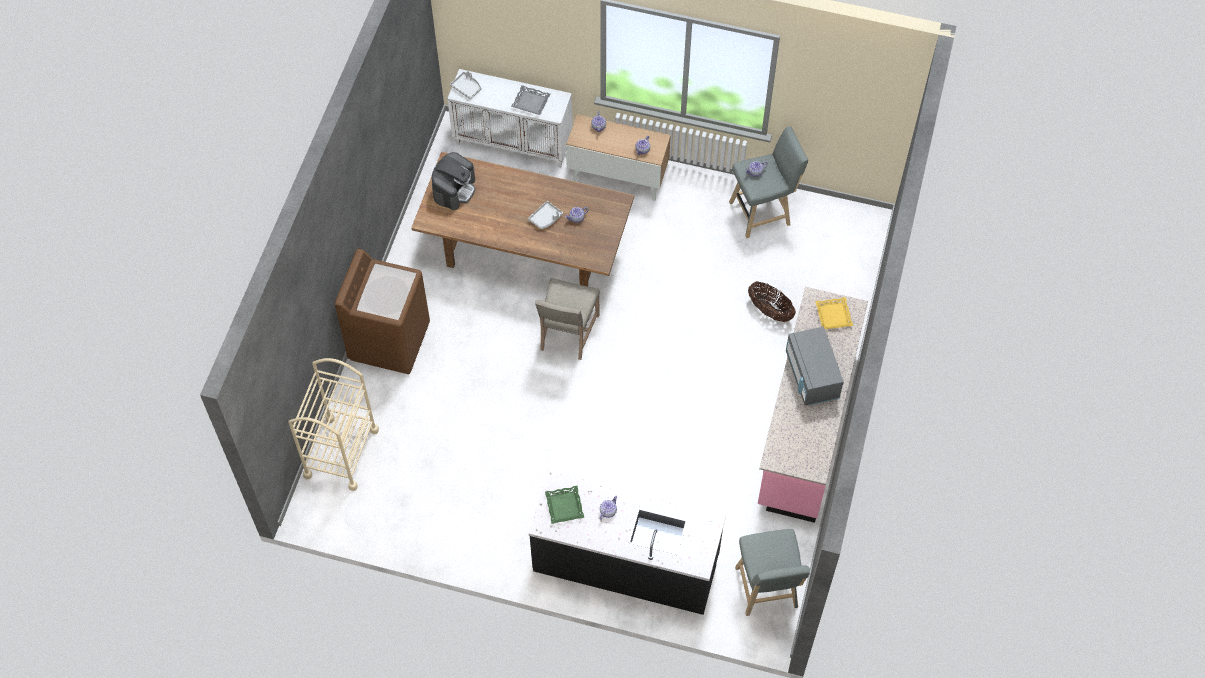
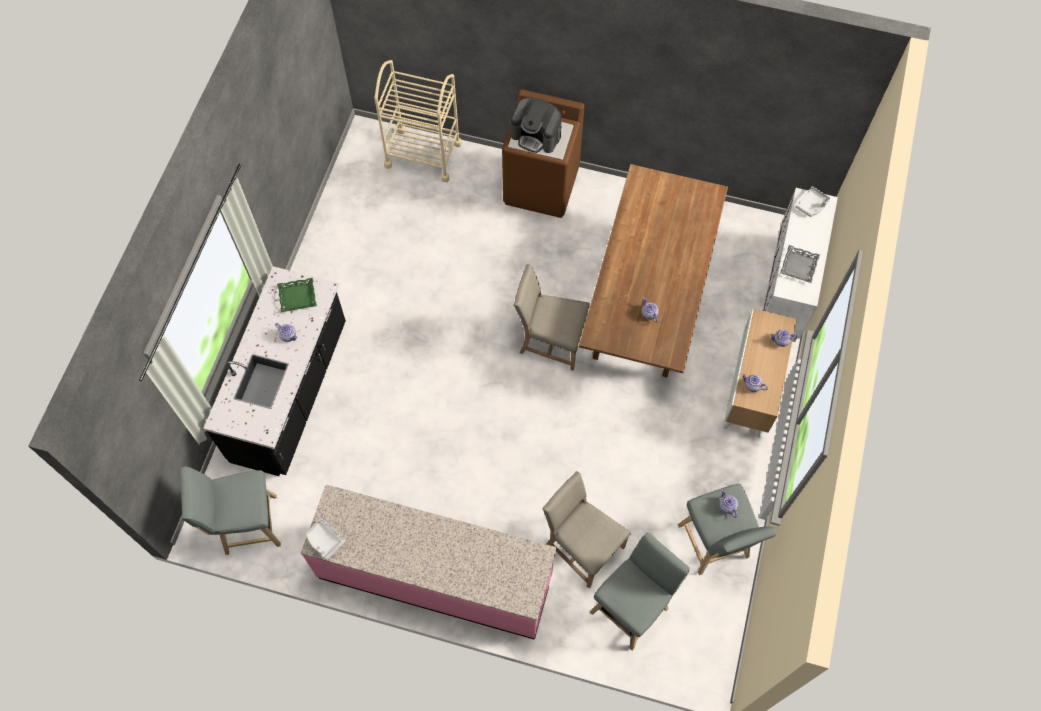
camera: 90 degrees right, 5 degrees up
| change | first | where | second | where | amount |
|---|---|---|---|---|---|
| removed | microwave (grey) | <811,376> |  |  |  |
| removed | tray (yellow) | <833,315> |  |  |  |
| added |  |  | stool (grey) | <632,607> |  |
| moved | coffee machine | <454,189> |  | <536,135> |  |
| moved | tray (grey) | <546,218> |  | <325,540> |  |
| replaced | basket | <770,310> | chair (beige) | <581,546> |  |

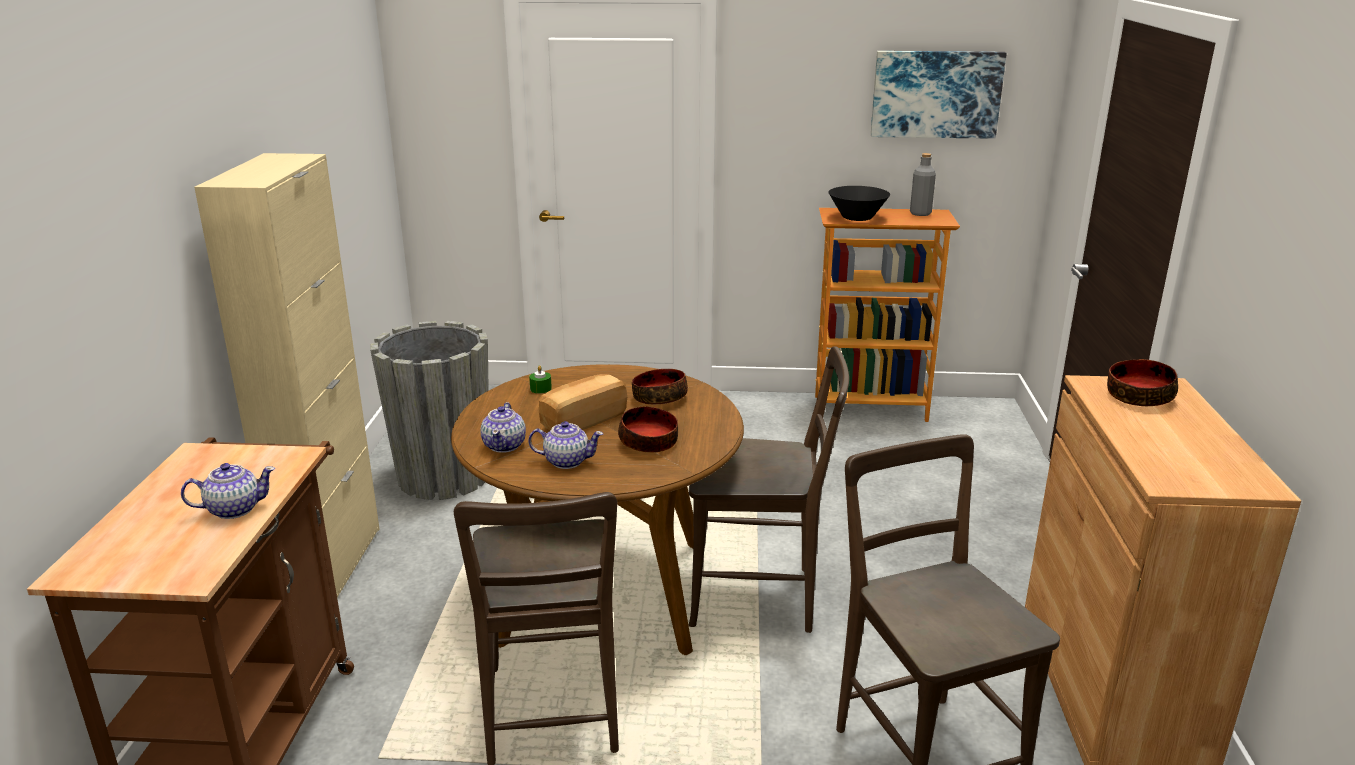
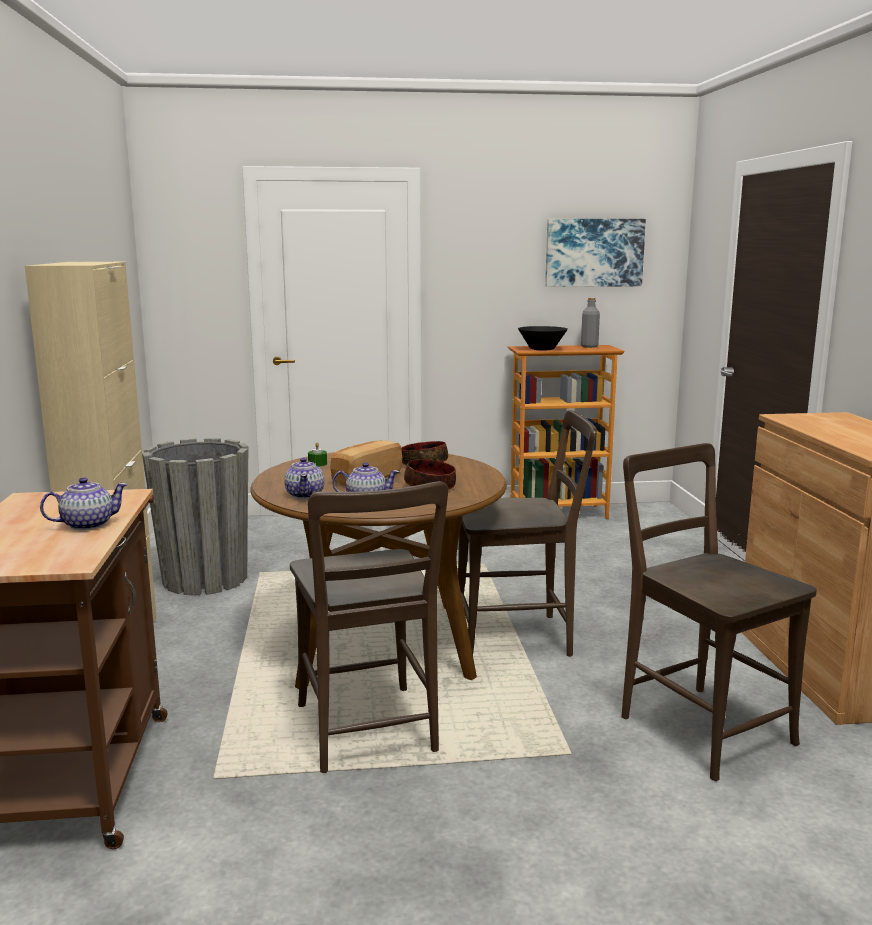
camera: 10 degrees left, 10 degrees down
| change | first | where | second | where | amount |
|---|---|---|---|---|---|
| removed | bowl | <1138,396> |  |  |  |

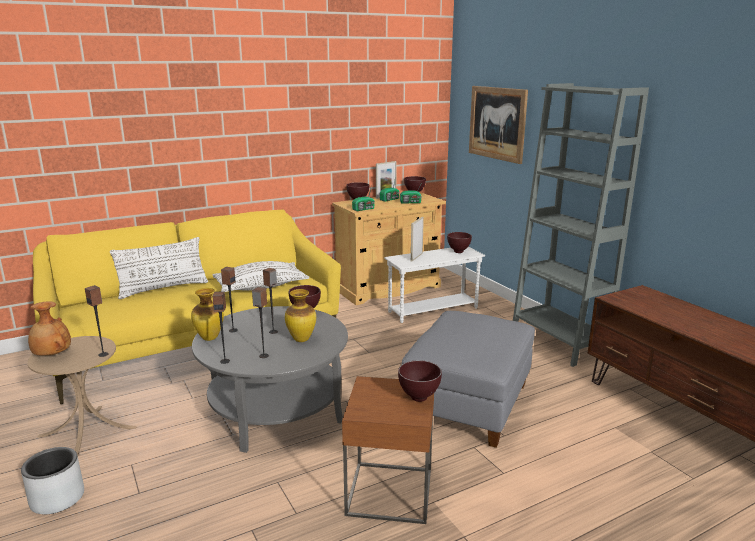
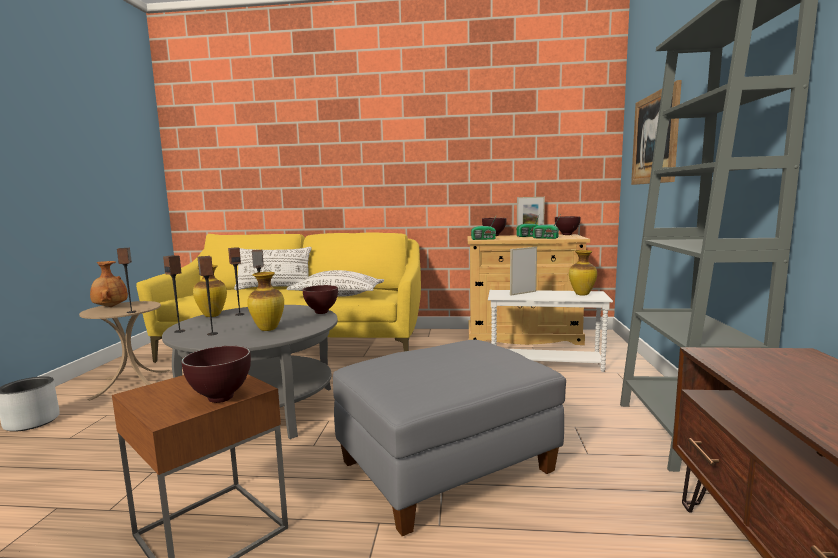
camera: 35 degrees right, 10 degrees down
| change | first | where | second | where | amount |
|---|---|---|---|---|---|
| replaced | bowl (brown) | <458,252> | vase | <581,294> |  |

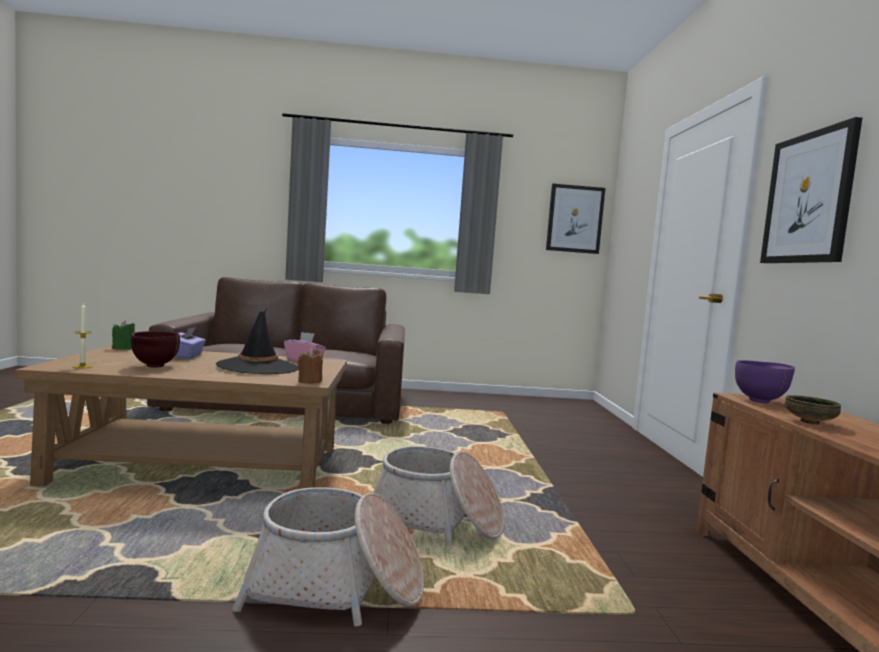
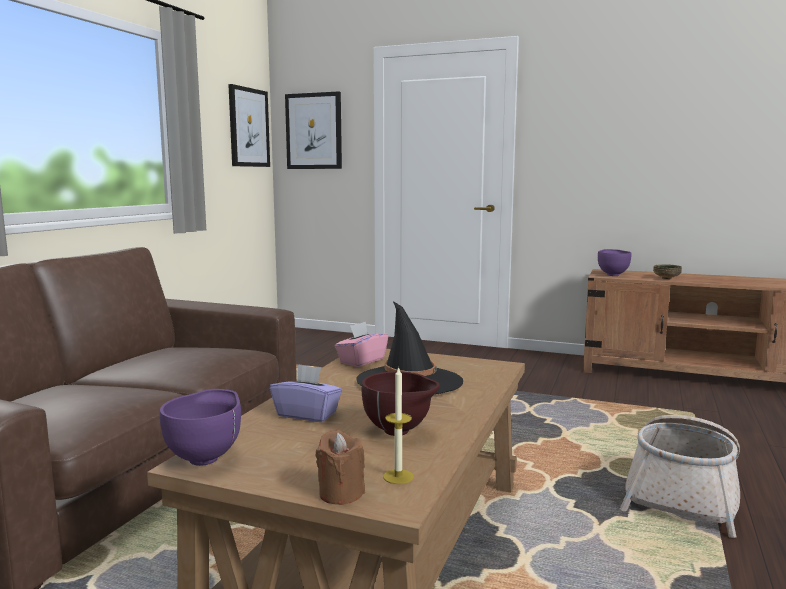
camera: 65 degrees left, 5 degrees up
| change | first | where | second | where | amount |
|---|---|---|---|---|---|
| removed | basket | <436,521> |  |  |  |
| moved | candle (brown) | <309,381> |  | <341,493> |  |
| moved | picture | <808,198> |  | <314,131> |  |
| replaced | candle (green) | <123,348> | bowl (purple) | <206,458> |  |

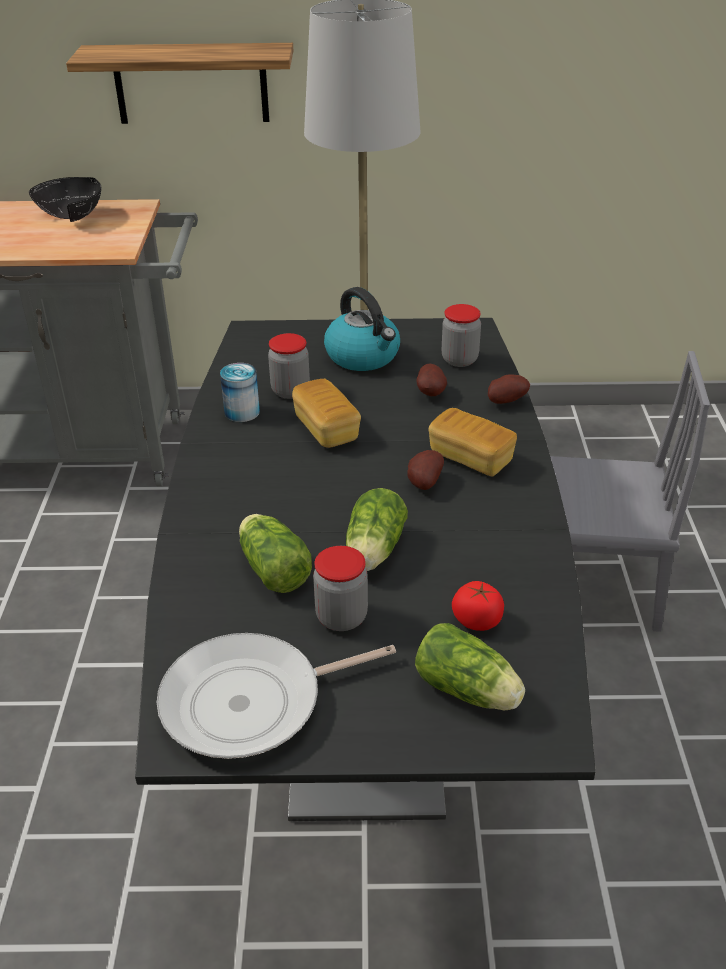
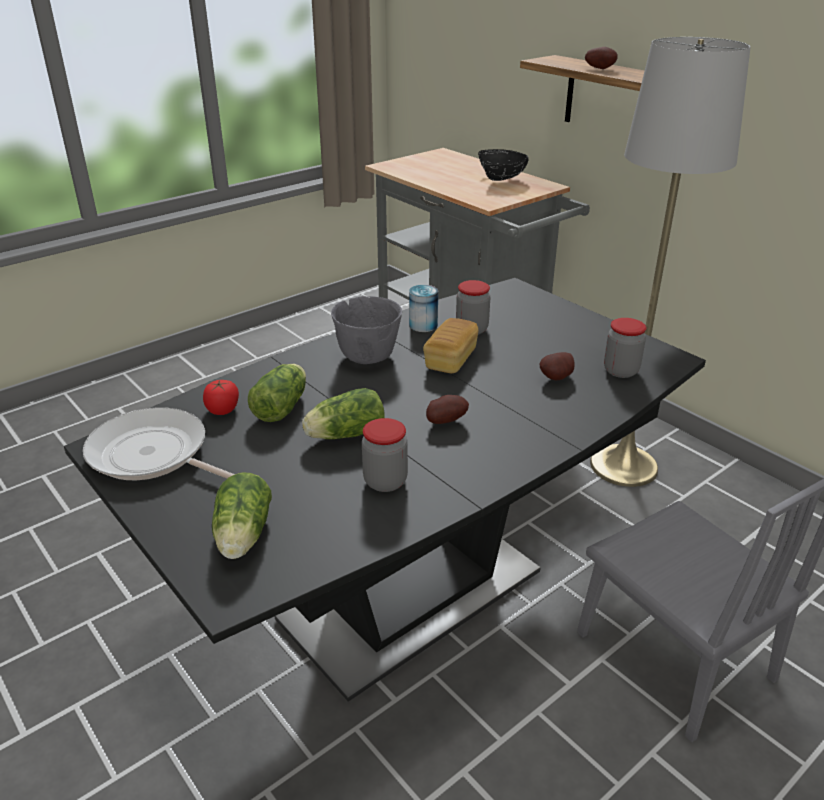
camera: 50 degrees right, 5 degrees down
| change | first | where | second | where | amount |
|---|---|---|---|---|---|
| removed | kettle | <363,356> |  |  |  |
| removed | bread | <471,457> |  |  |  |
| added |  |  | bowl (grey) | <367,356> |  |
| moved | jar | <341,617> |  | <385,481> |  |
| moved | tomato | <477,620> |  | <222,410> |  |
| moved | potato | <505,401> |  | <600,69> |  |

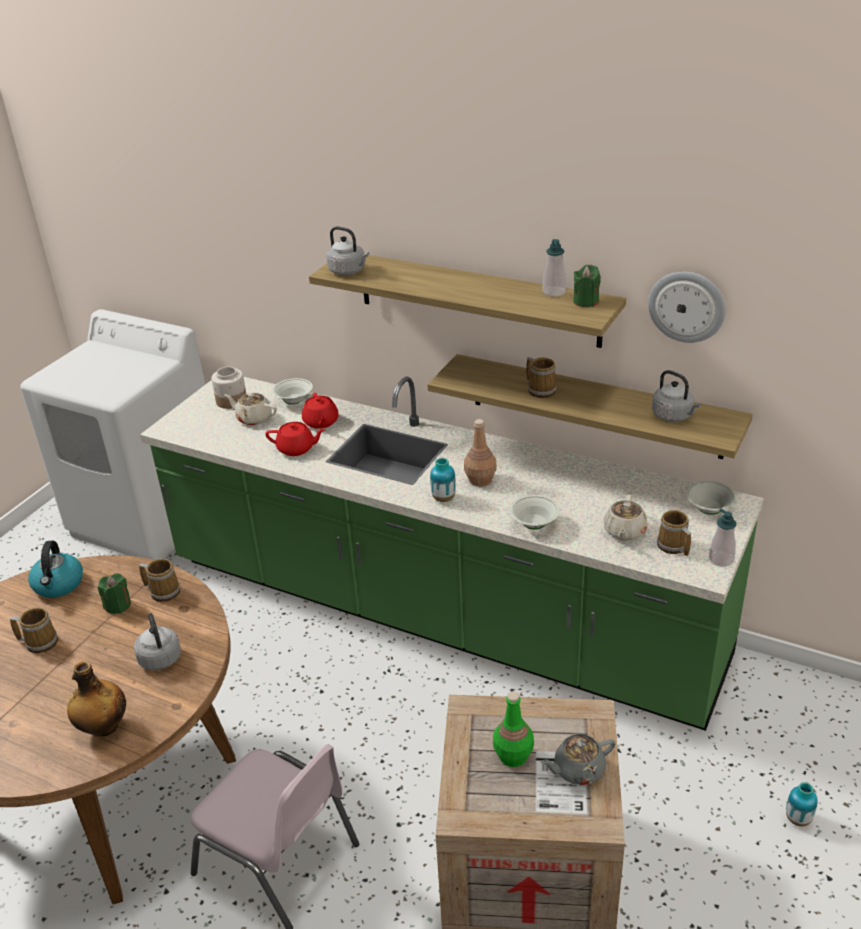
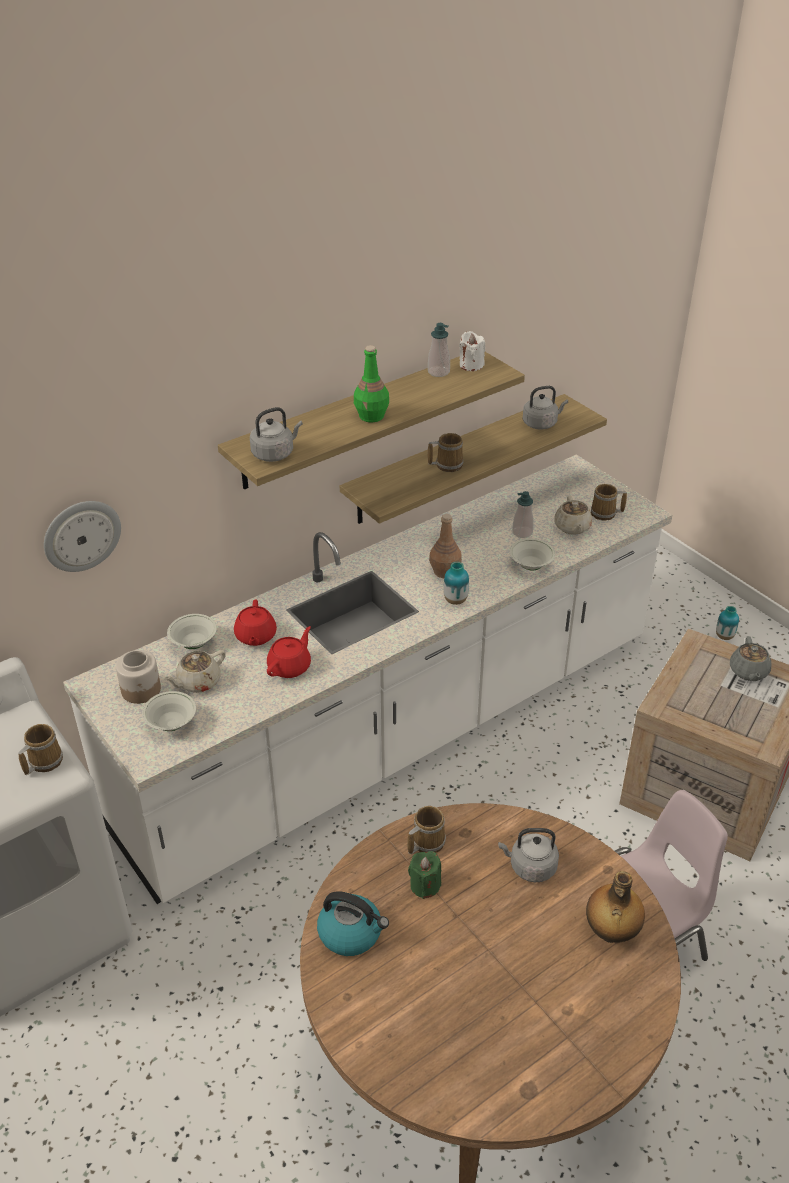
camera: 65 degrees left, 5 degrees up
| change | first | where | second | where | amount |
|---|---|---|---|---|---|
| moved | mug | <40,641> |  | <43,761> |  |
| moved | bottle (green) | <513,756> |  | <372,416> |  |
| moved | wall clock | <687,306> |  | <81,535> |  |
| moved | bowl (white) | <709,510> |  | <171,724> |  |
| moved | soap dispenser | <721,559> |  | <522,532> |  |
| recoloured | counter (green) | <438,611> | counter (white) | <395,732> |  |
| recoloured | candle (green) | <586,301> | candle (white) | <471,365> |  |
| turned | teapot (red) | <321,422> |  | <255,636> | 75 degrees clockwise |
| turned | teapot (beige) | <624,532> |  | <572,527> | 45 degrees clockwise |

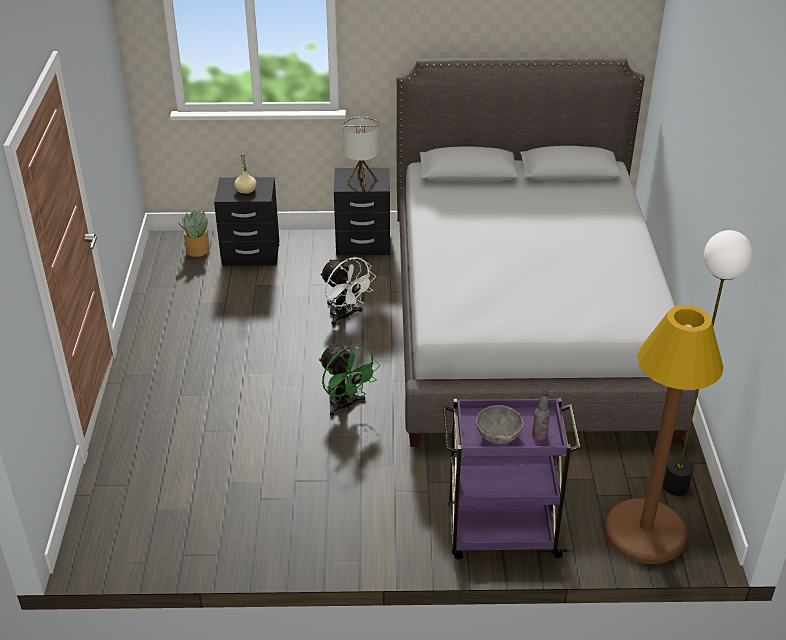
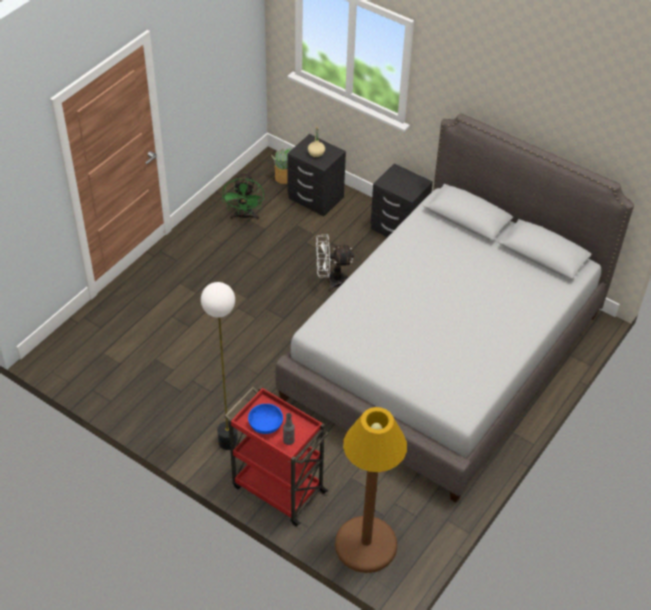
camera: 35 degrees right, 10 degrees up
| change | first | where | second | where | amount |
|---|---|---|---|---|---|
| removed | table lamp | <362,181> |  |  |  |
| moved | fan (green) | <346,405> |  | <244,216> |  |
| moved | floor lamp | <675,486> |  | <227,442> |  |
| recoloured | cart (purple) | <500,533> | cart (red) | <277,488> |  |
| recoloured | bowl (grey) | <498,435> | bowl (blue) | <265,425> |  |
| turned | fan (white) | <345,316> |  | <331,281> | 90 degrees clockwise |

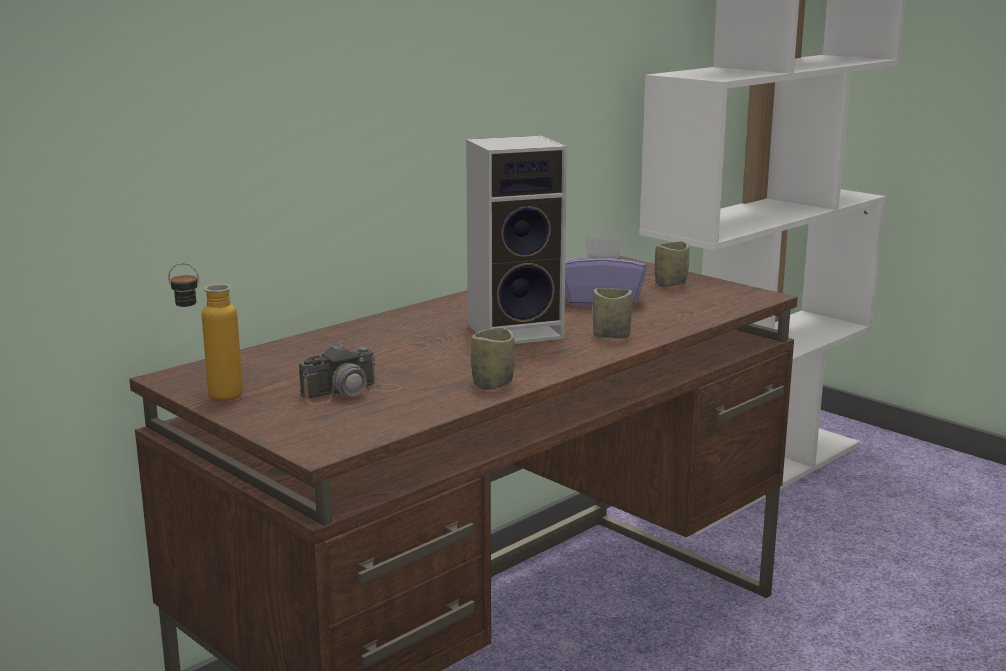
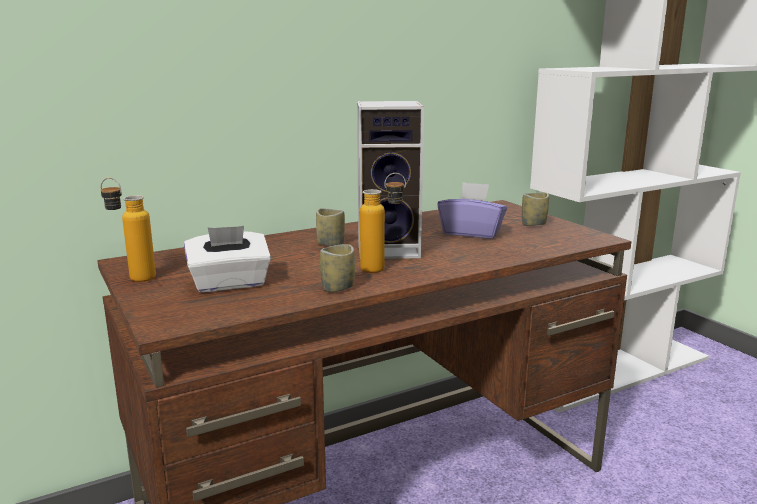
camera: 15 degrees right, 0 degrees up
| change | first | where | second | where | amount |
|---|---|---|---|---|---|
| added |  |  | bottle | <382,269> |  |
| moved | cup | <611,336> |  | <330,244> |  |
| replaced | photo camera | <350,391> | tissue box (white) | <229,284> |  |

